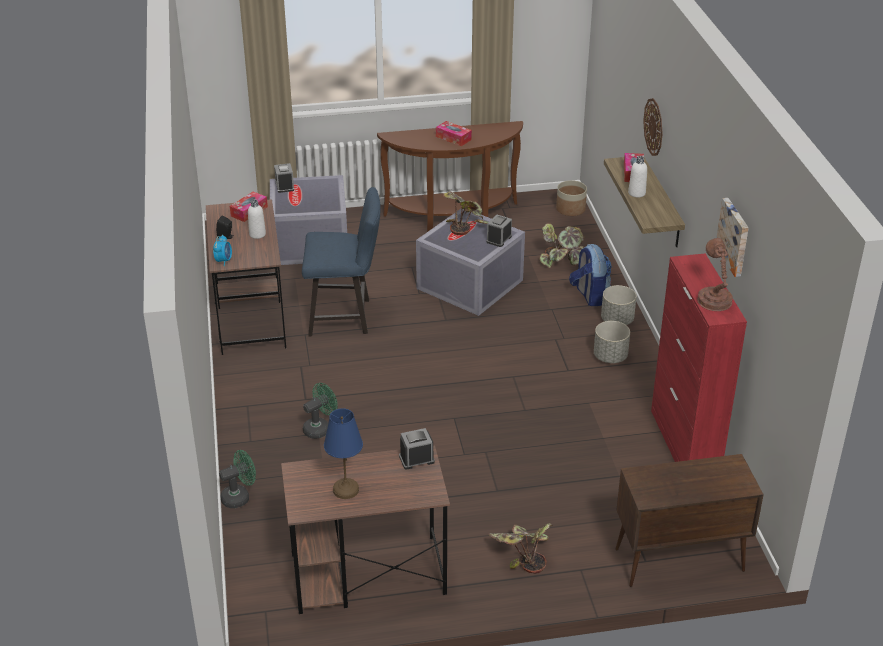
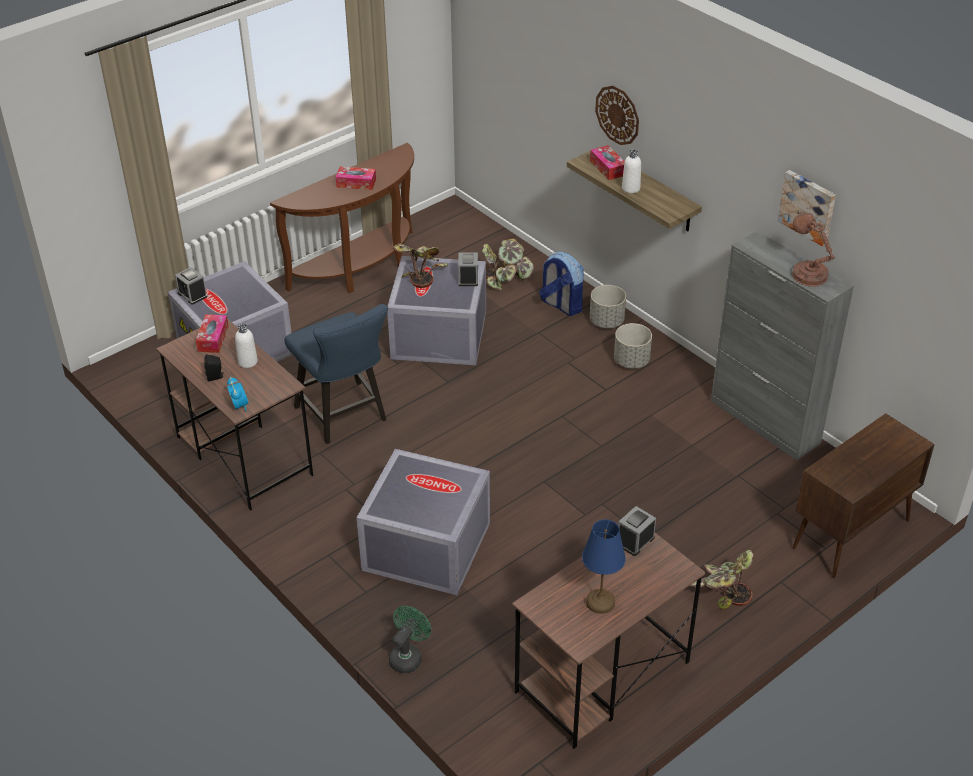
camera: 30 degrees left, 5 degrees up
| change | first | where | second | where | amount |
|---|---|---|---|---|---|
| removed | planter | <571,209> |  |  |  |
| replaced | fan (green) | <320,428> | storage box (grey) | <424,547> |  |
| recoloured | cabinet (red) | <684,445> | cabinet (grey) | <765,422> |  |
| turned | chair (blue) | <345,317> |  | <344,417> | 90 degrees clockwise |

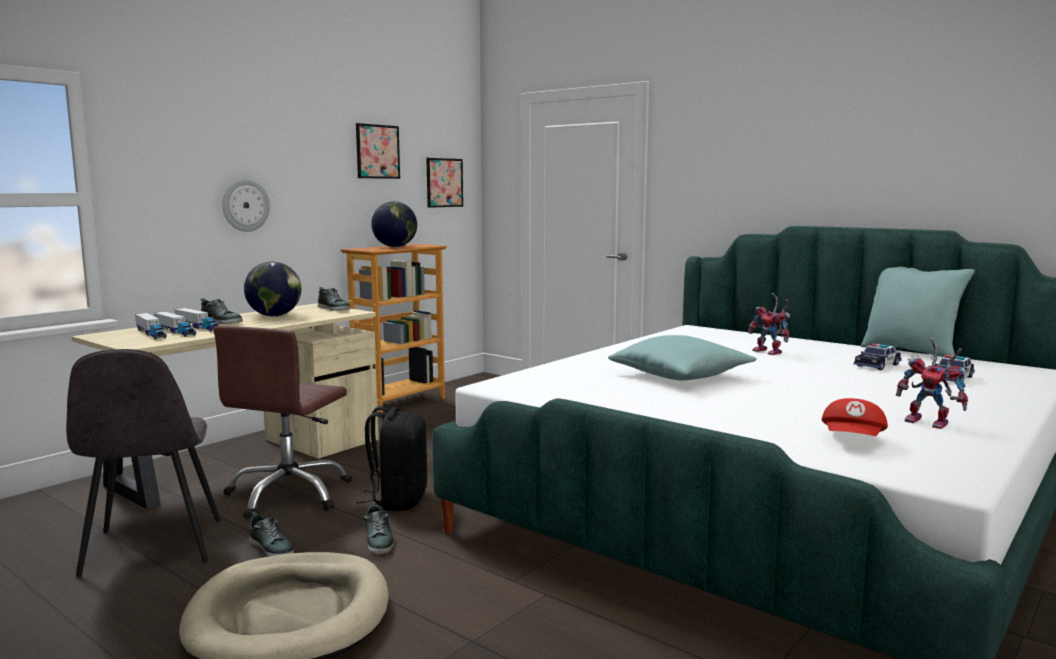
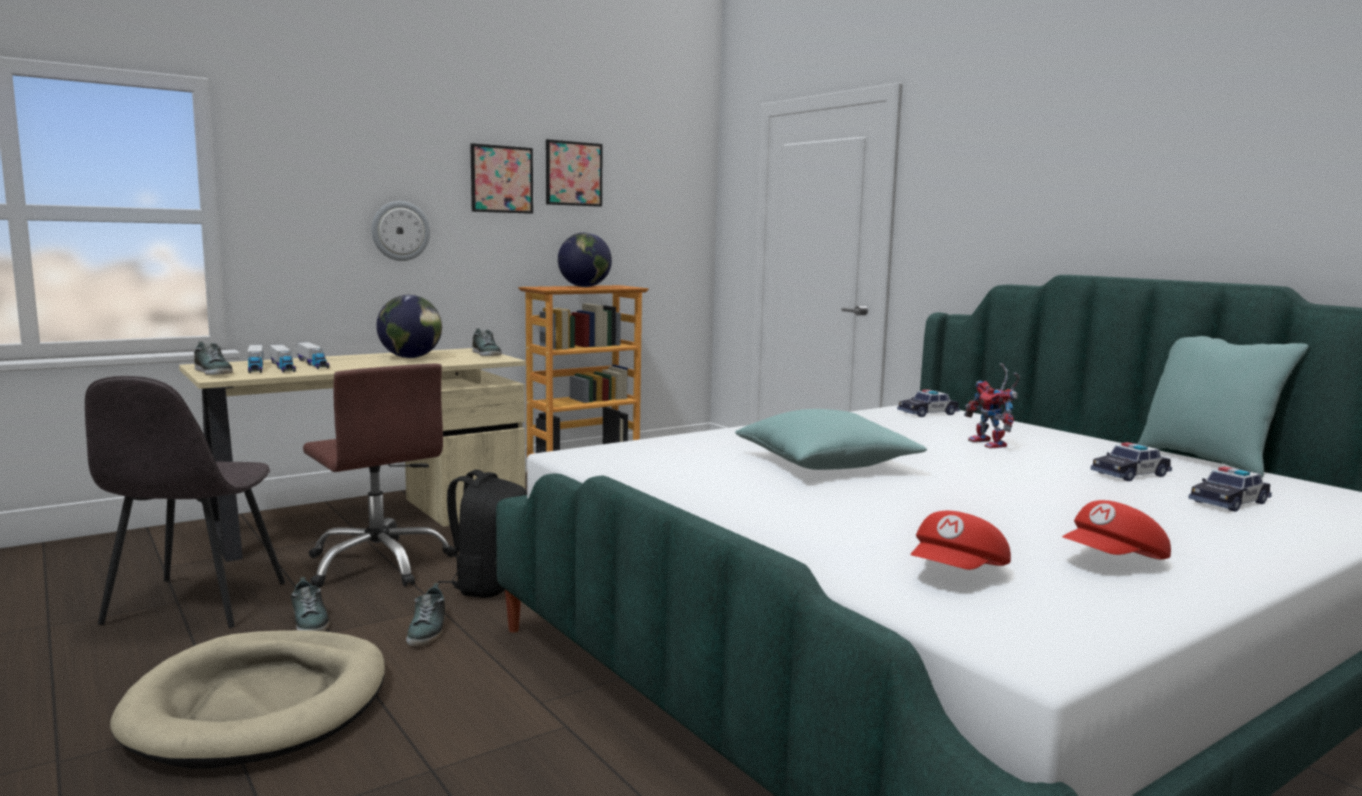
camera: 15 degrees right, 0 degrees up
| change | first | where | second | where | amount |
|---|---|---|---|---|---|
| added |  |  | toy car | <928,413> |  |
| moved | shoe | <222,322> |  | <214,372> |  |
| moved | picture | <444,182> |  | <501,179> |  |
| replaced | toy robot | <931,423> | cap (red) | <1114,562> |  |
| turned | office chair (brown) | <289,495> |  | <379,564> | 75 degrees counterclockwise |

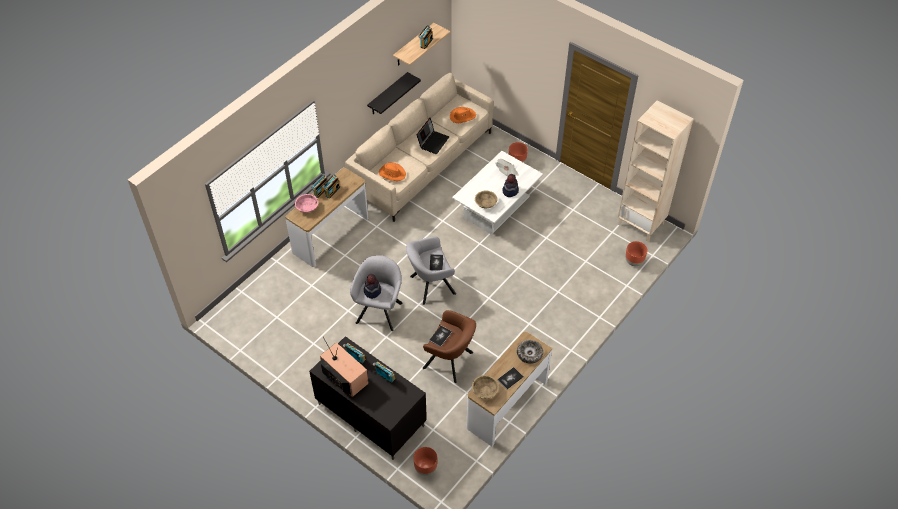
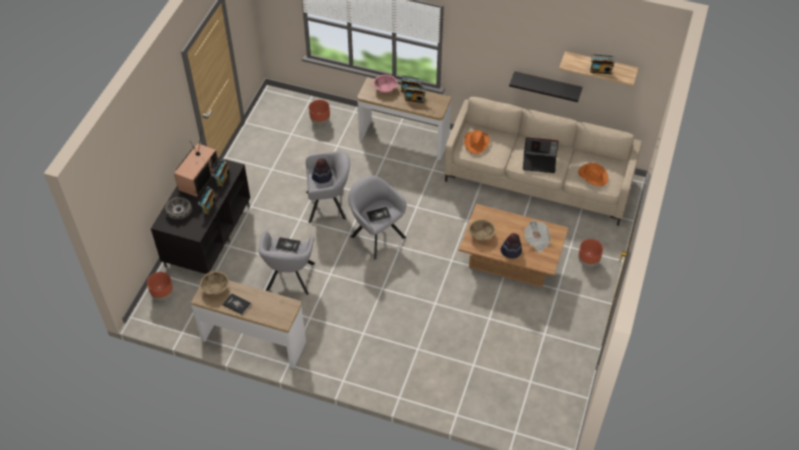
camera: 70 degrees right, 0 degrees up
| change | first | where | second | where | amount |
|---|---|---|---|---|---|
| removed | bookcase (beige) | <641,224> |  |  |  |
| moved | bowl | <529,354> |  | <179,211> |  |
| moved | planter (brown) | <634,262> |  | <320,121> |  |
| recoloured | armchair (brown) | <450,361> | armchair (grey) | <289,279> |  |
| recoloured | coffee table (white) | <496,207> | coffee table (brown) | <510,261> |  |

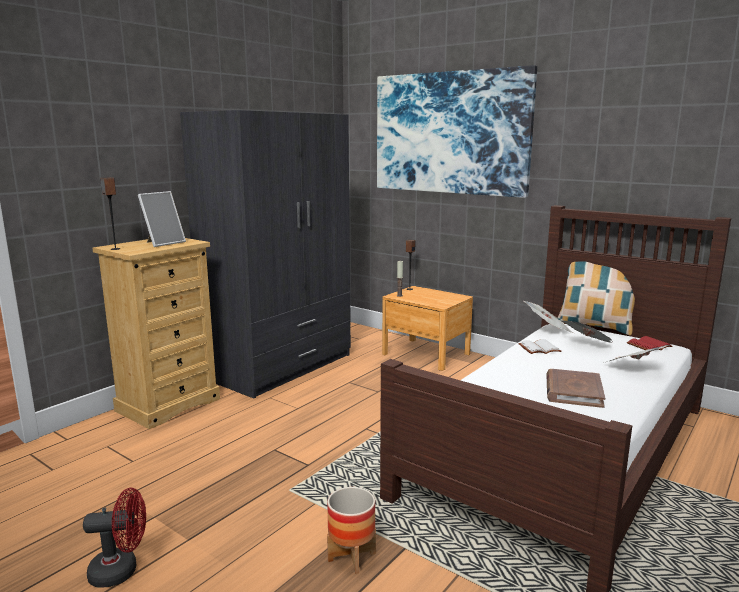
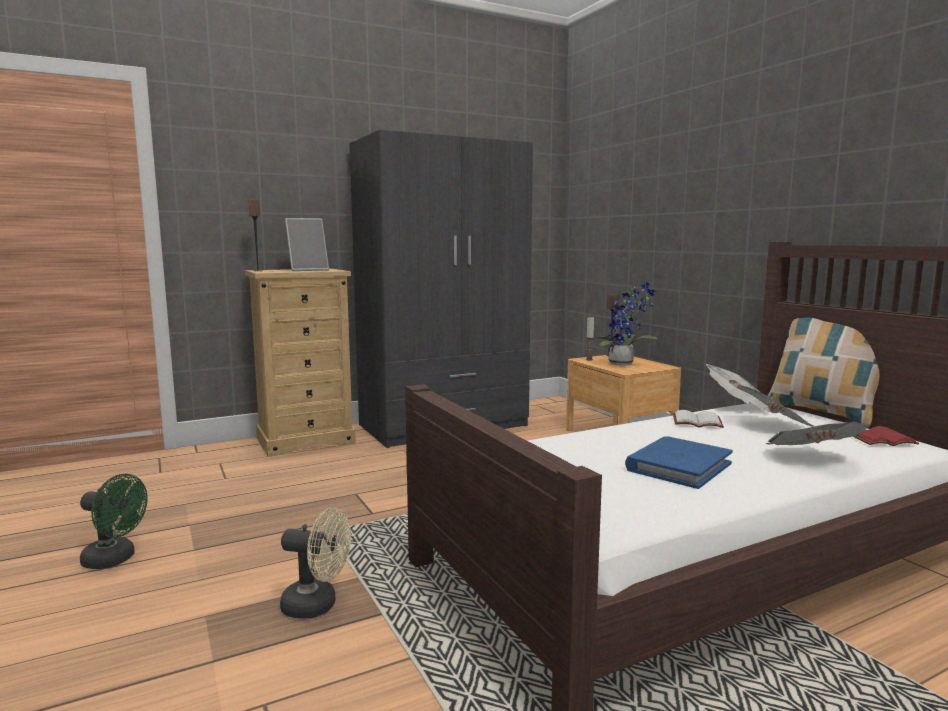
camera: 25 degrees right, 5 degrees down
| change | first | where | second | where | amount |
|---|---|---|---|---|---|
| removed | picture | <450,133> |  |  |  |
| added |  |  | potted plant | <624,364> |  |
| replaced | planter | <351,556> | fan (beige) | <317,605> |  |
| recoloured | fan (red) | <121,570> | fan (green) | <115,559> |  |
| recoloured | book (brown) | <573,391> | book (blue) | <678,466> |  |

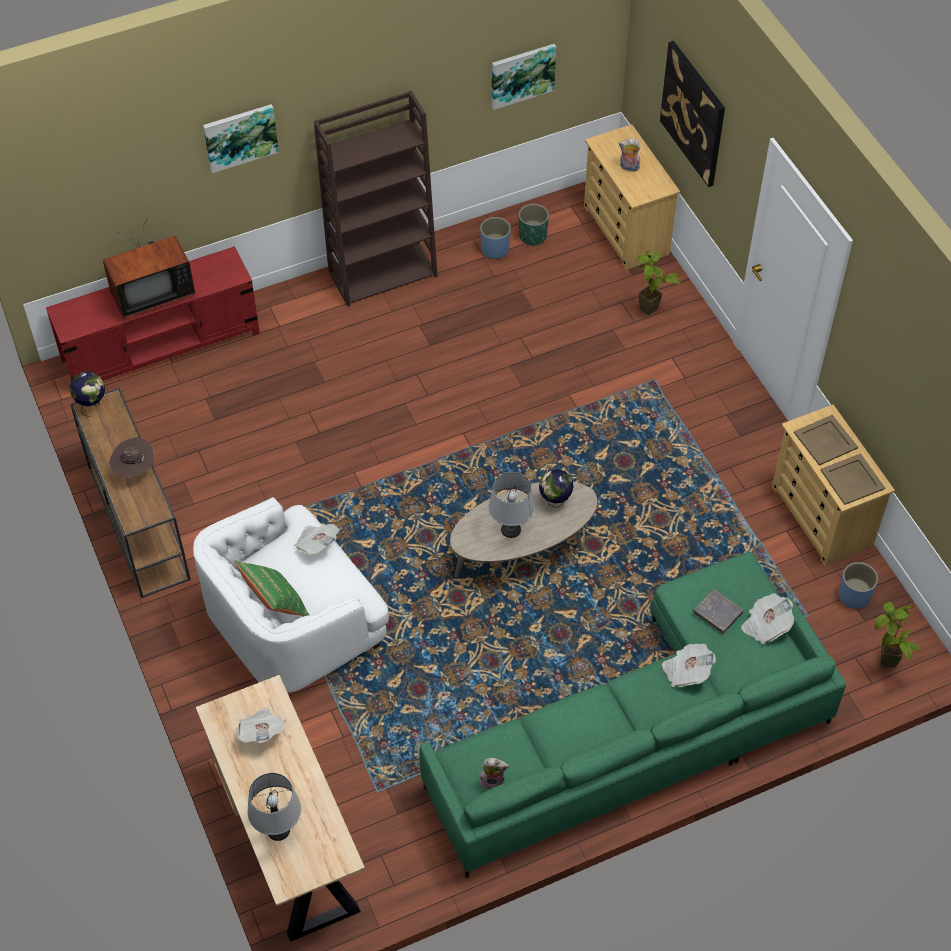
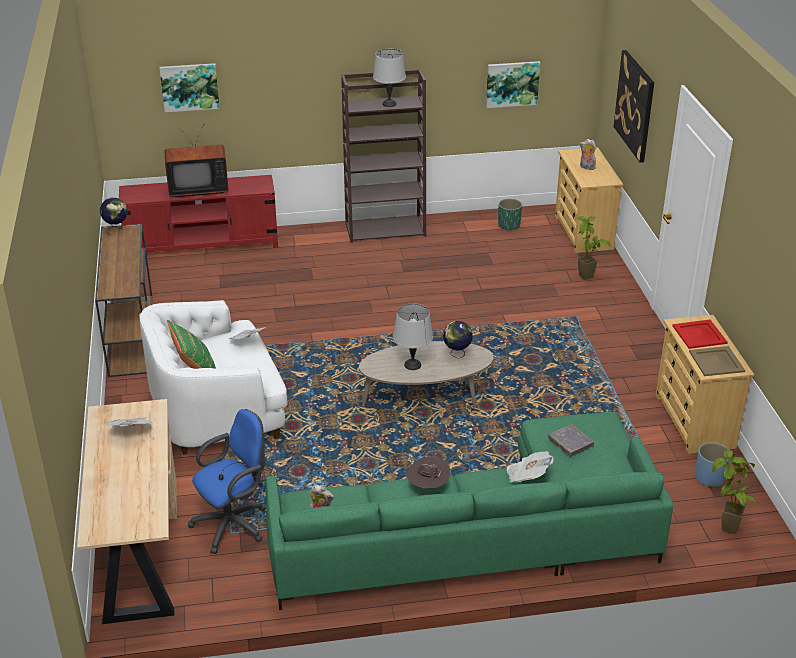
camera: 15 degrees right, 20 degrees down
| change | first | where | second | where | amount |
|---|---|---|---|---|---|
| removed | planter (blue) | <495,249> |  |  |  |
| removed | newspaper | <765,625> |  |  |  |
| added |  |  | office chair (blue) | <234,524> |  |
| moved | hat (brown) | <134,469> |  | <428,487> |  |
| moved | picture | <240,136> |  | <189,87> |  |
| moved | table lamp (grey) | <278,829> |  | <389,104> |  |
| recoloured | tray (beige) | <826,440> | tray (red) | <700,334> |  |

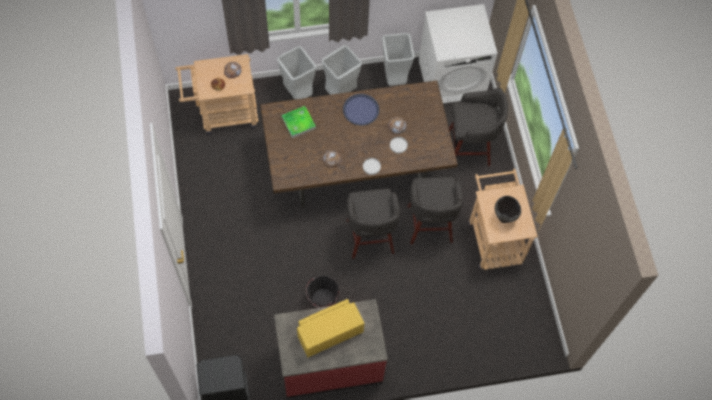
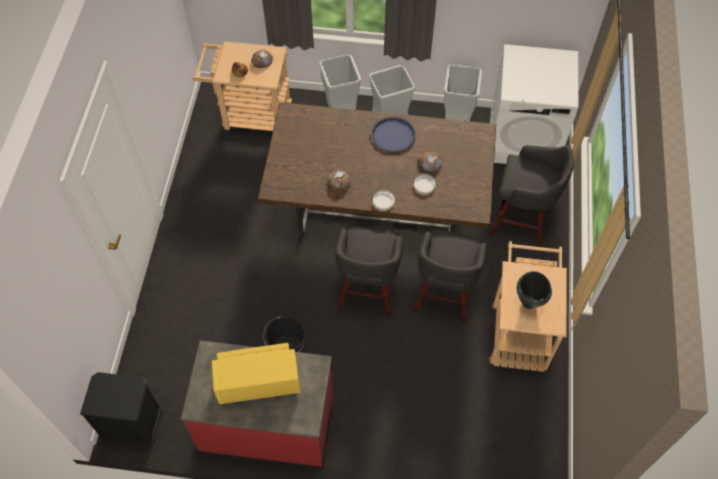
camera: 20 degrees right, 5 degrees down
| change | first | where | second | where | amount |
|---|---|---|---|---|---|
| removed | tray | <298,123> |  |  |  |

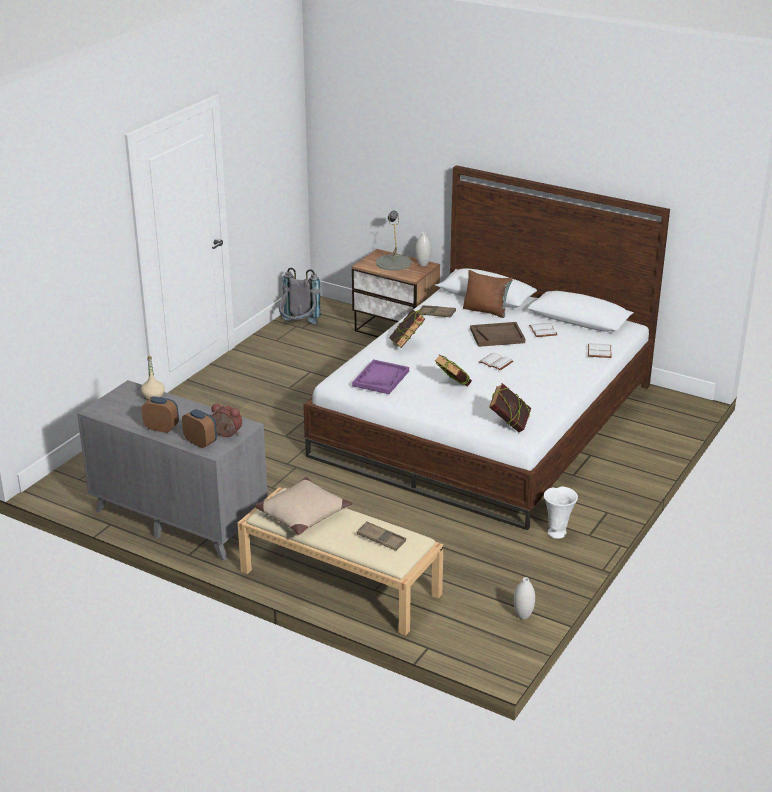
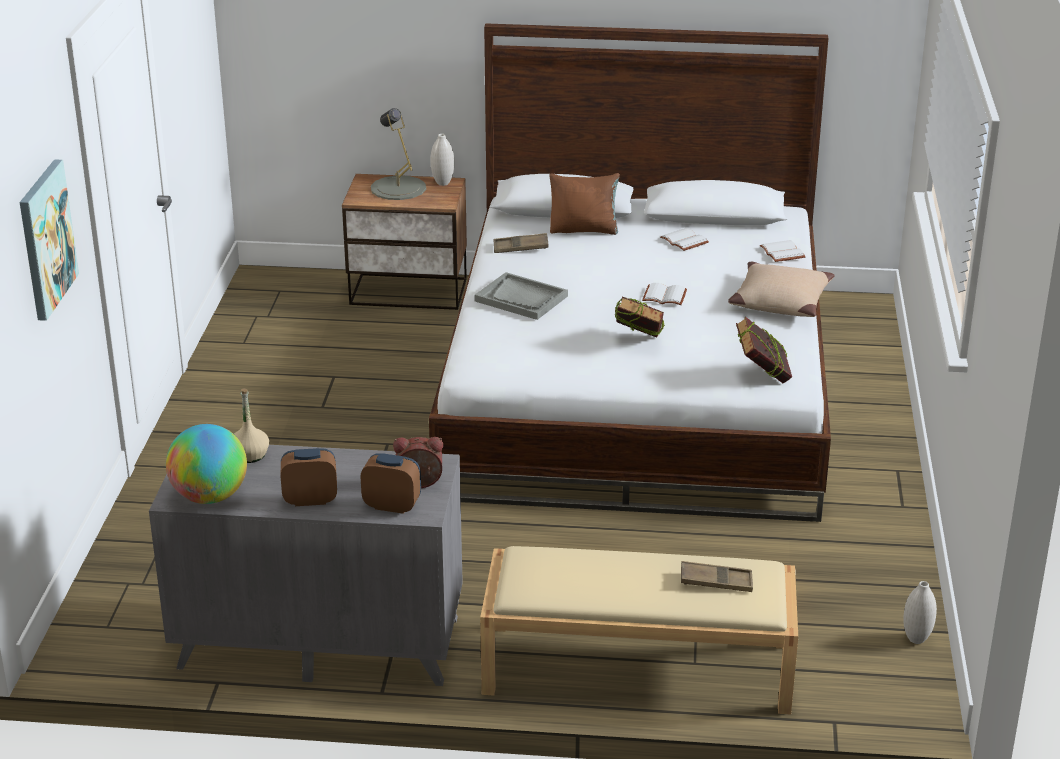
camera: 25 degrees left, 0 degrees up
| change | first | where | second | where | amount |
|---|---|---|---|---|---|
| removed | backpack (grey) | <299,327> |  |  |  |
| removed | tray (purple) | <380,378> |  |  |  |
| removed | tray (brown) | <497,336> |  |  |  |
| removed | vase (white) | <557,533> |  |  |  |
| added |  |  | picture | <46,239> |  |
| added |  |  | globe | <209,497> |  |
| moved | pillow (beige) | <303,514> |  | <779,301> |  |
| replaced | book | <406,345> | tray (grey) | <521,298> |  |

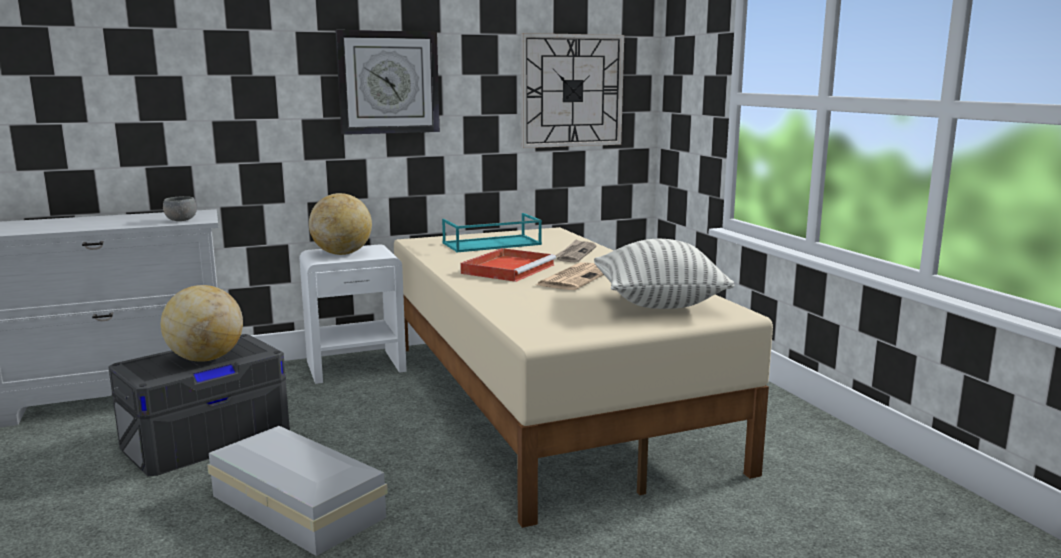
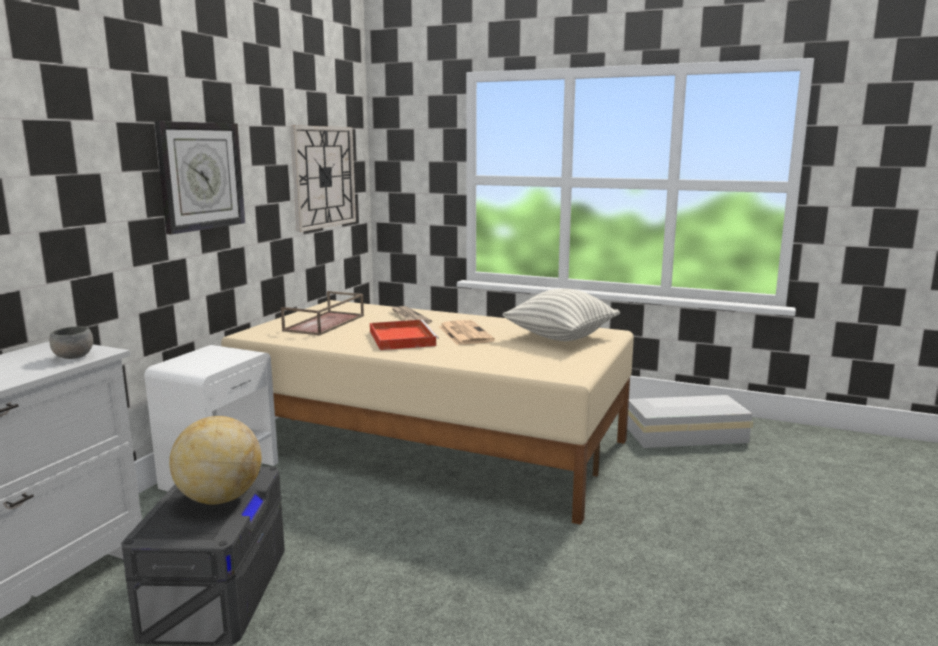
camera: 45 degrees left, 0 degrees up
| change | first | where | second | where | amount |
|---|---|---|---|---|---|
| removed | globe | <342,254> |  |  |  |
| moved | storage box (white) | <297,504> |  | <683,434> |  |
| recoloured | tray (turquoise) | <491,244> | tray (brown) | <325,323> |  |

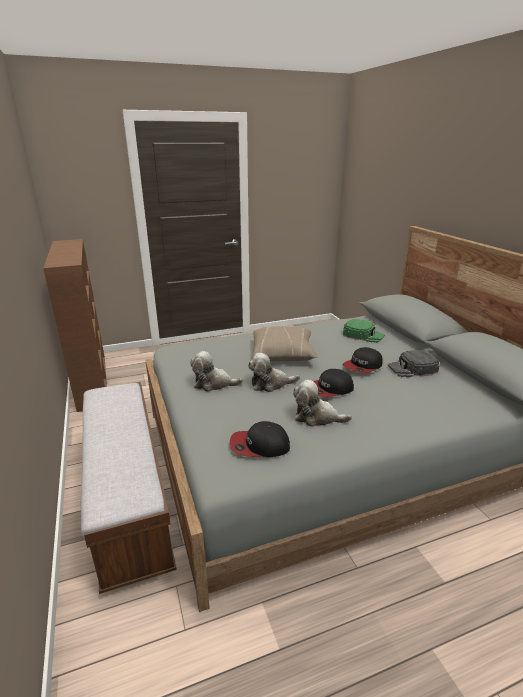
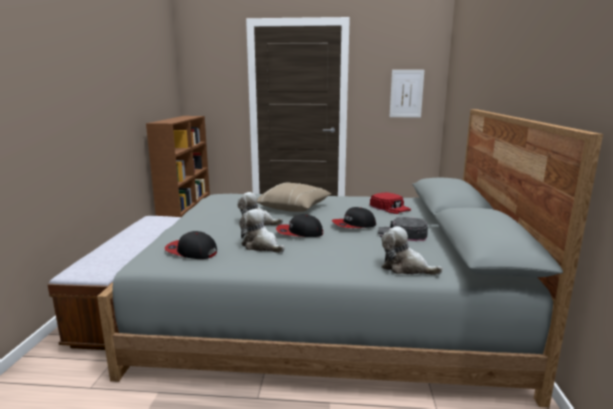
camera: 25 degrees right, 10 degrees down
| change | first | where | second | where | amount |
|---|---|---|---|---|---|
| added |  |  | picture | <406,93> |  |
| moved | plush toy | <213,383> |  | <405,268> |  |
| recoloured | cap (green) | <363,335> | cap (red) | <390,207> |  |

